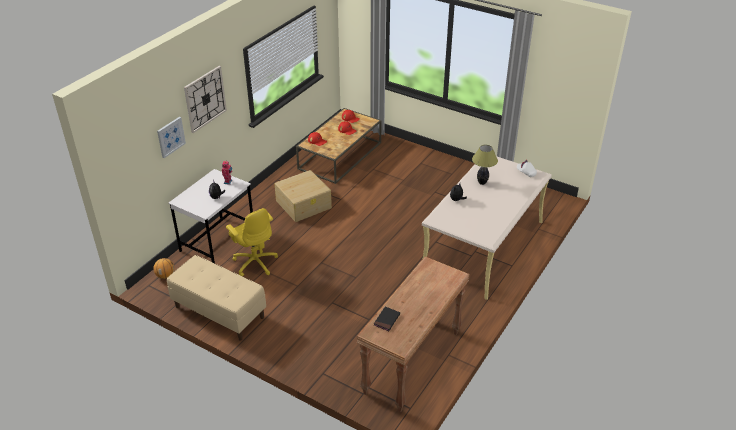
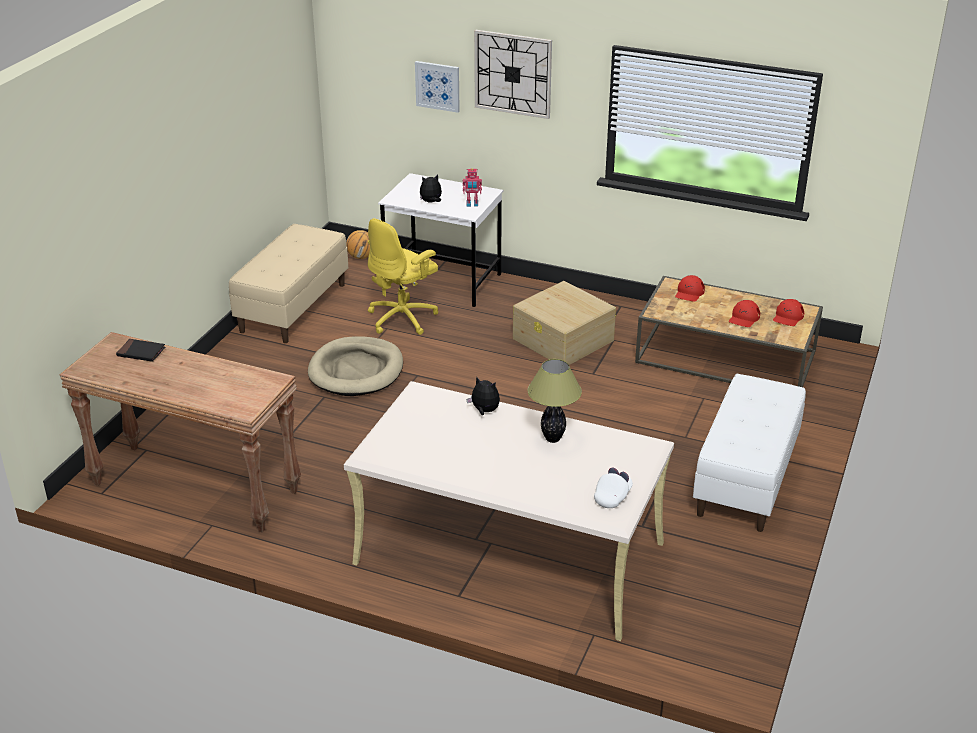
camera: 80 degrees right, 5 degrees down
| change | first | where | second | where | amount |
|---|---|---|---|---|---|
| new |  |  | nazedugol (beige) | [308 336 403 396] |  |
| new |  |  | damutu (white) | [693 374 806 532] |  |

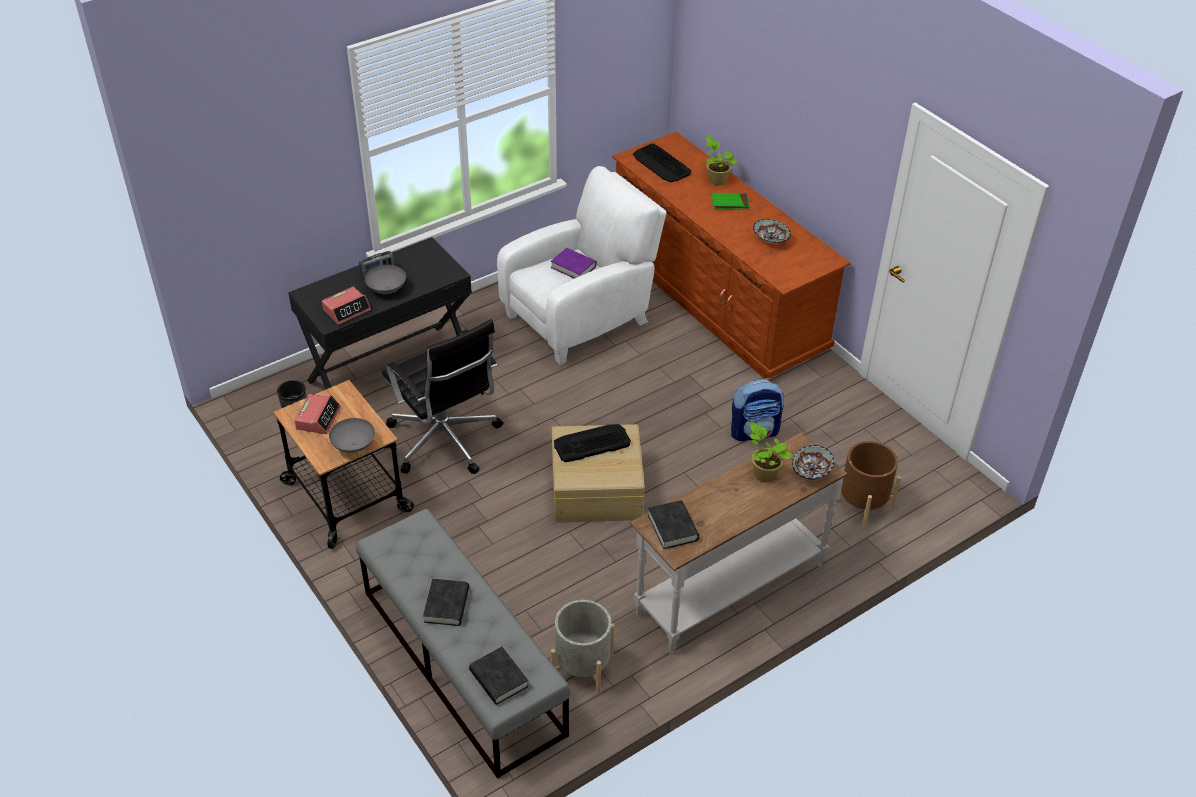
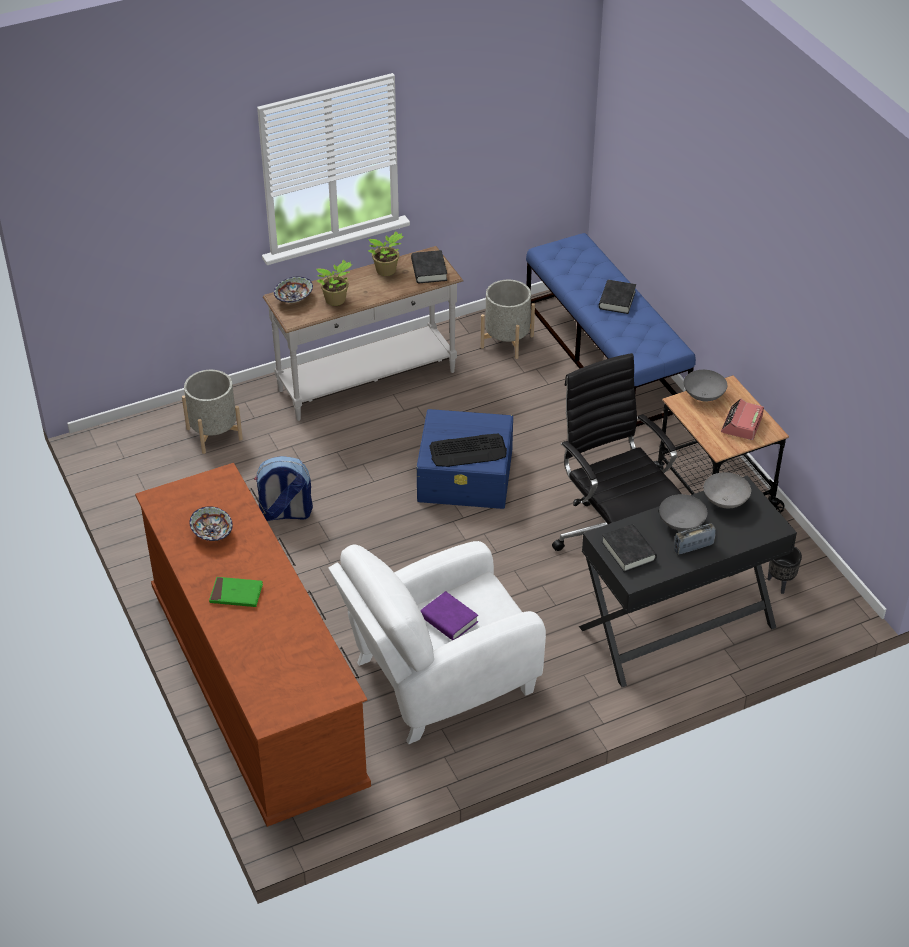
camera: 170 degrees left, 0 degrees up
| change | first | where | second | where | amount |
|---|---|---|---|---|---|
| repainted | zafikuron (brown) | [840 441 901 528] | zafikuron (grey) | [182 370 243 454] |  |
| shifted | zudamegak | [705 135 738 186] |  | [368 231 404 276] |  |
| repainted | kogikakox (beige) | [552 424 645 523] | kogikakox (blue) | [416 409 513 509] |  |
| repainted | damutu (grey) | [356 509 571 779] | damutu (blue) | [526 233 696 427] |  |
| shifted | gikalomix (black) | [469 647 528 705] |  | [602 524 657 572] |  |
| swapped | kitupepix | [322 286 371 325] | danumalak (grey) | [703 472 751 508] |  |
| gone | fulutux | [633 144 691 182] |  |  |  |

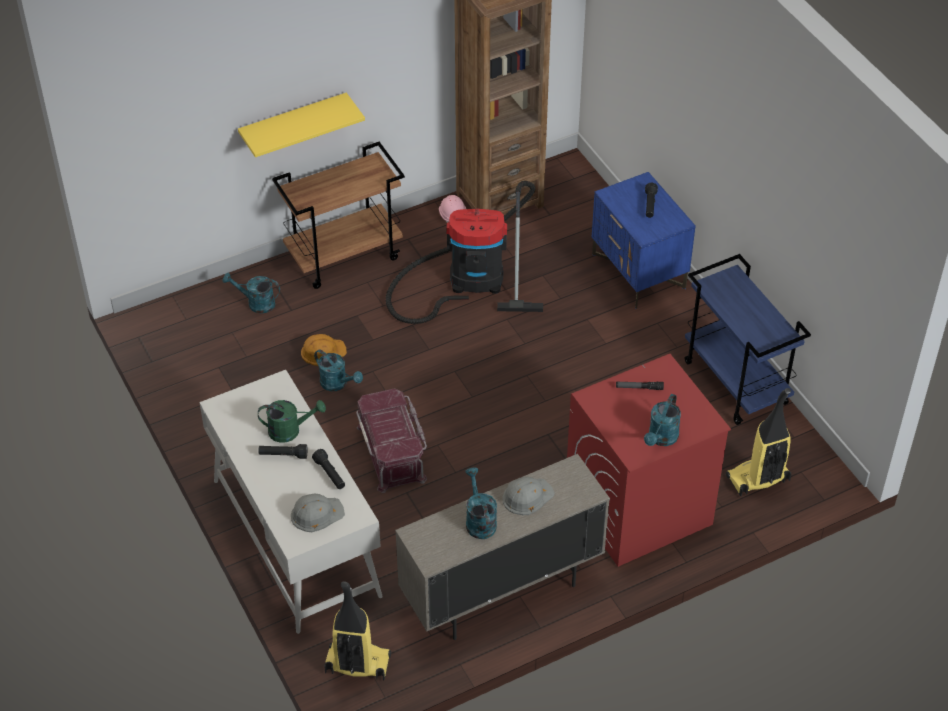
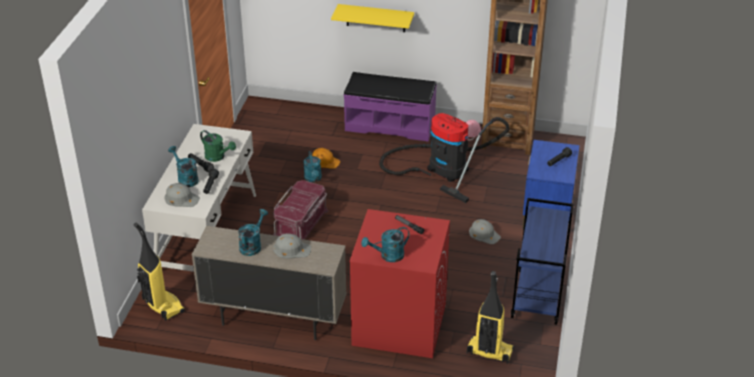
camera: 40 degrees right, 10 degrees down
| change | first | where | second | where | amount |
|---|---|---|---|---|---|
| shifted | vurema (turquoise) | [222 272 280 313] |  | [168 146 199 187] |  |
| swapped | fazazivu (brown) | [272 142 405 289] | damutu (purple) | [344 72 437 142] |  |
| new |  |  | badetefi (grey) | [469 219 501 244] |  |

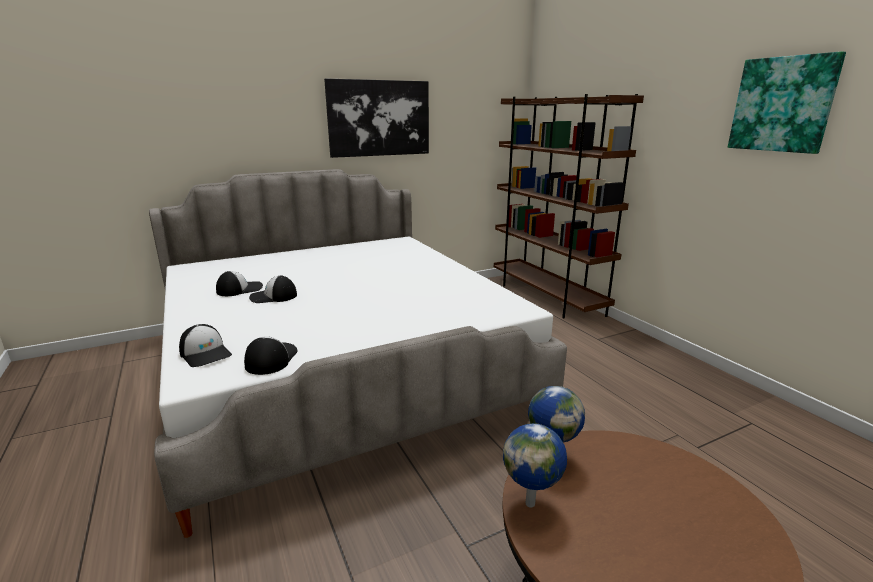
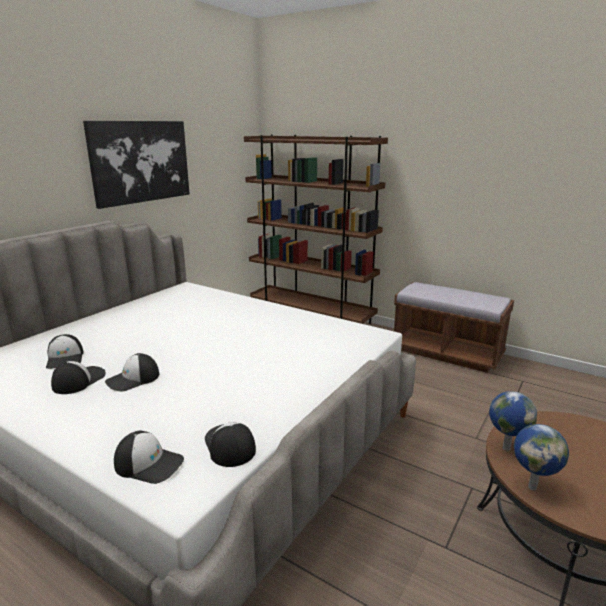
camera: 30 degrees left, 0 degrees up
| change | first | where | second | where | amount |
|---|---|---|---|---|---|
| new |  |  | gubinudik | [46 334 84 369] |  |
| new |  |  | damutu (brown) | [394 282 514 373] |  |
| gone | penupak | [728 51 846 154] |  |  |  |

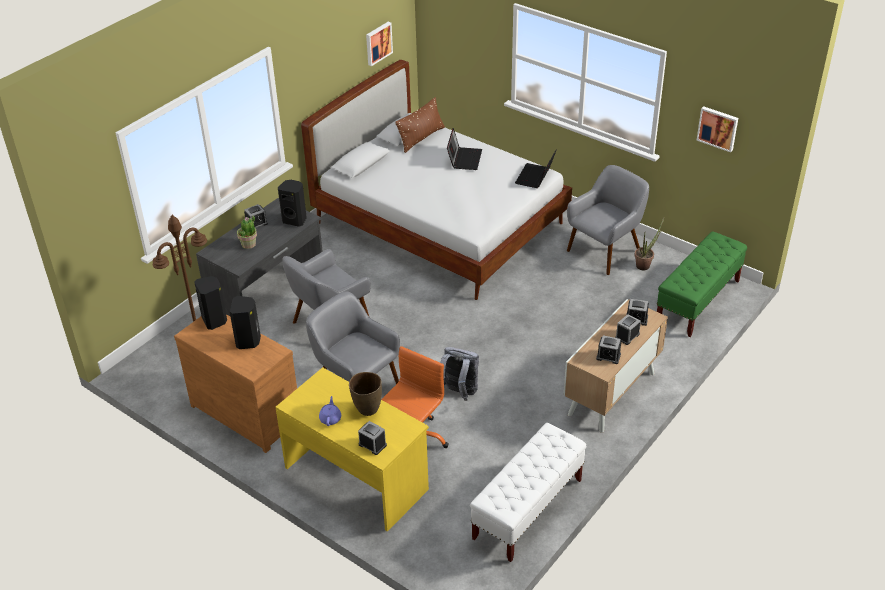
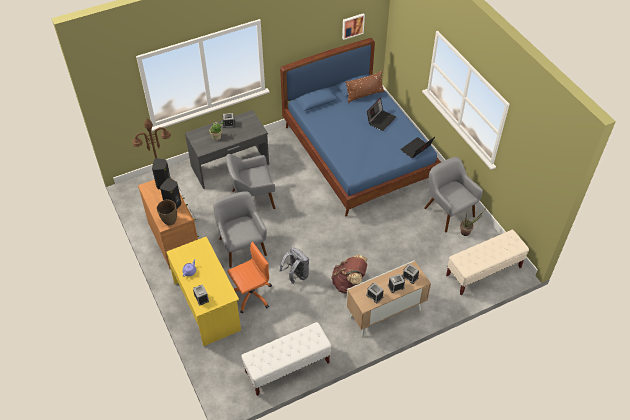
camera: 25 degrees right, 10 degrees up
| change | first | where | second | where | amount |
|---|---|---|---|---|---|
| shifted | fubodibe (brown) | [349 372 382 416] |  | [156 200 177 225] |  |
| repainted | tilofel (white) | [301 60 572 300] | tilofel (blue) | [280 38 441 217] |  |
| new |  |  | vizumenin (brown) | [331 255 367 293] |  |
| rotated | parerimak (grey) | [567 165 649 275] |  | [424 157 483 232] | 105 degrees counterclockwise |
| repainted | damutu (green) | [657 231 747 337] | damutu (beige) | [446 230 529 295] |  |
| gone | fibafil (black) | [278 180 307 227] |  |  |  |
| gone | penupak | [697 106 738 153] |  |  |  |

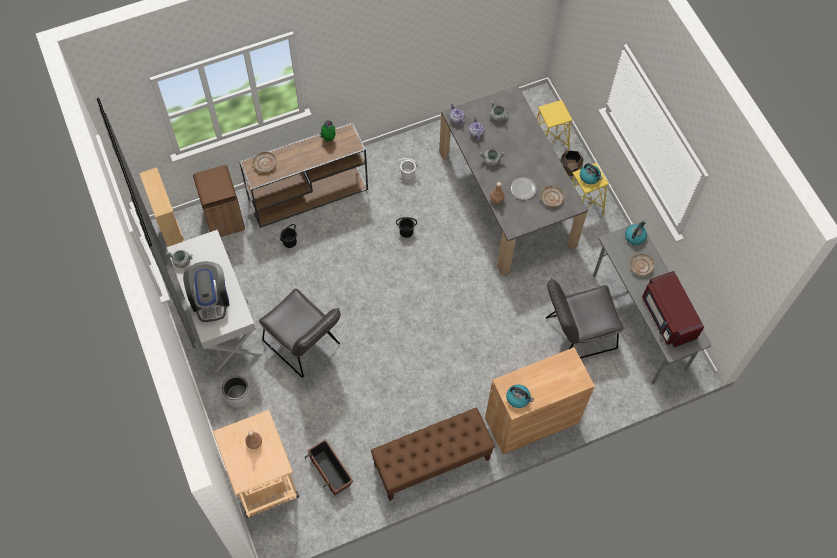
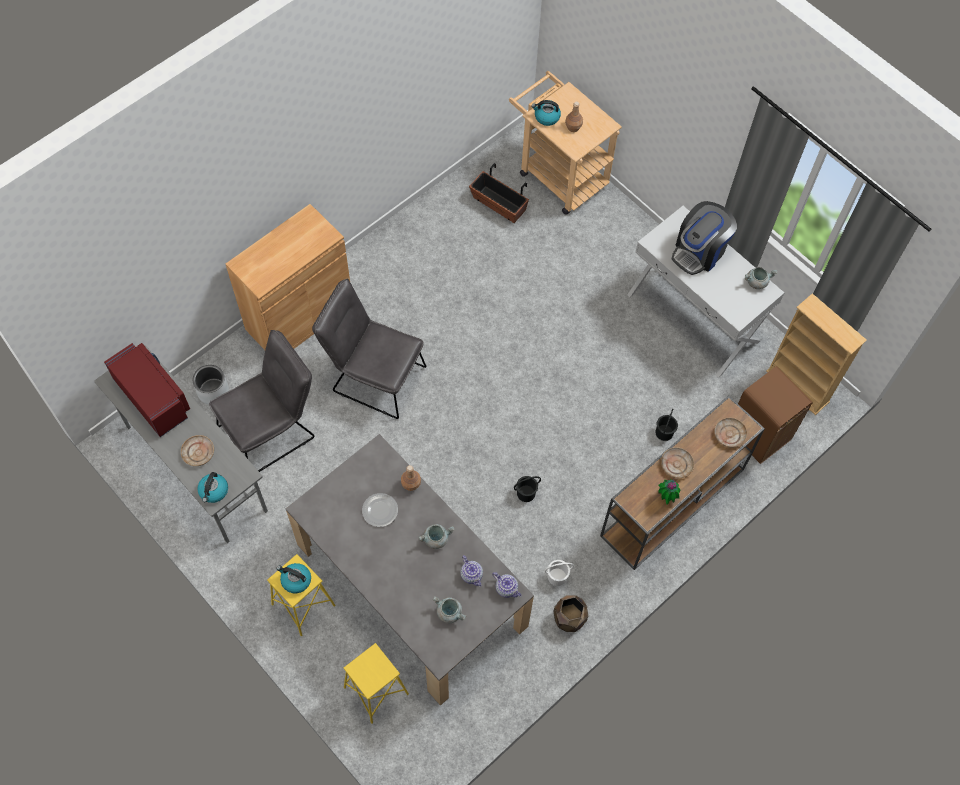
camera: 160 degrees right, 0 degrees up
| change | first | where | second | where | amount |
|---|---|---|---|---|---|
| shifted | zafikuron (grey) | [222 376 251 408] |  | [193 365 229 405] |  |
| shifted | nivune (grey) | [259 289 341 378] |  | [312 279 426 419] |  |
| shifted | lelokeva | [506 384 534 408] |  | [531 100 561 126] |  |
| shifted | zafikuron (brown) | [561 150 584 176] |  | [553 595 588 632] |  |
| shifted | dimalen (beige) | [540 186 564 207] |  | [661 447 694 478] |  |
| rotated | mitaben | [183 261 229 322] |  | [672 201 737 275] | 105 degrees counterclockwise |
| gone | damutu (brown) | [371 407 495 501] |  |  |  |

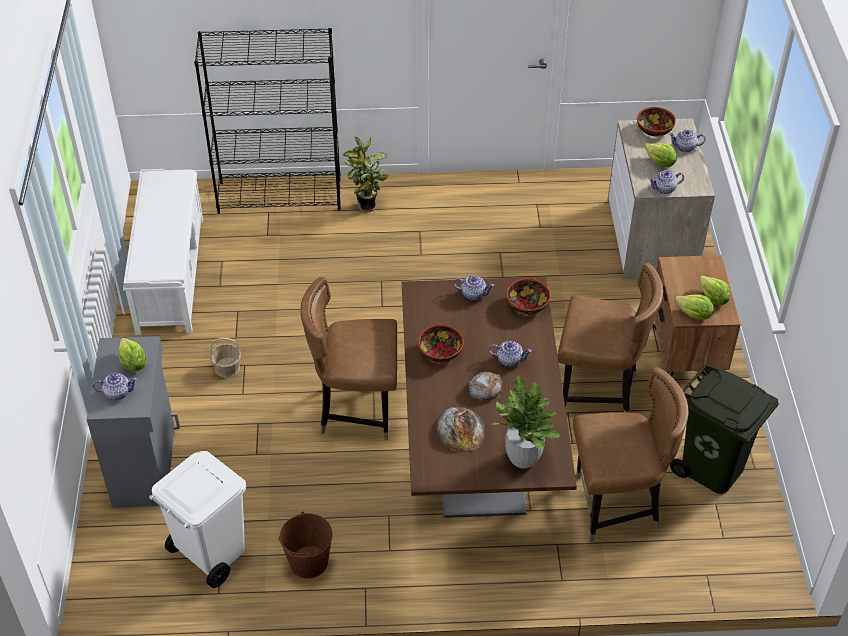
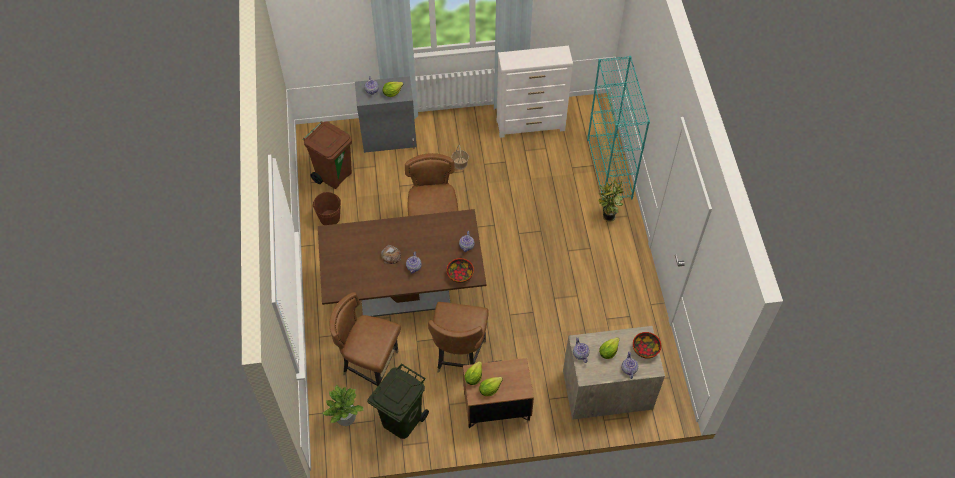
camera: 85 degrees right, 10 degrees up
| change | first | where | second | where | amount |
|---|---|---|---|---|---|
| repainted | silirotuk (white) | [149 451 246 588] | silirotuk (brown) | [303 121 352 189] |  |
| shifted | zudamegak | [489 375 560 469] |  | [323 385 364 426] |  |
| rotated | nivune (brown) | [573 367 689 542] |  | [330 292 401 387] | 120 degrees clockwise |
| swapped | damutu (white) | [123 169 203 335] | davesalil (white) | [497 46 573 138] |  |
| repainted | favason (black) | [194 28 341 214] | favason (turquoise) | [587 56 650 200] |  |
| gone | danumalak | [418 325 464 362] |  |  |  |
| gone | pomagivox | [437 407 485 452] |  |  |  |

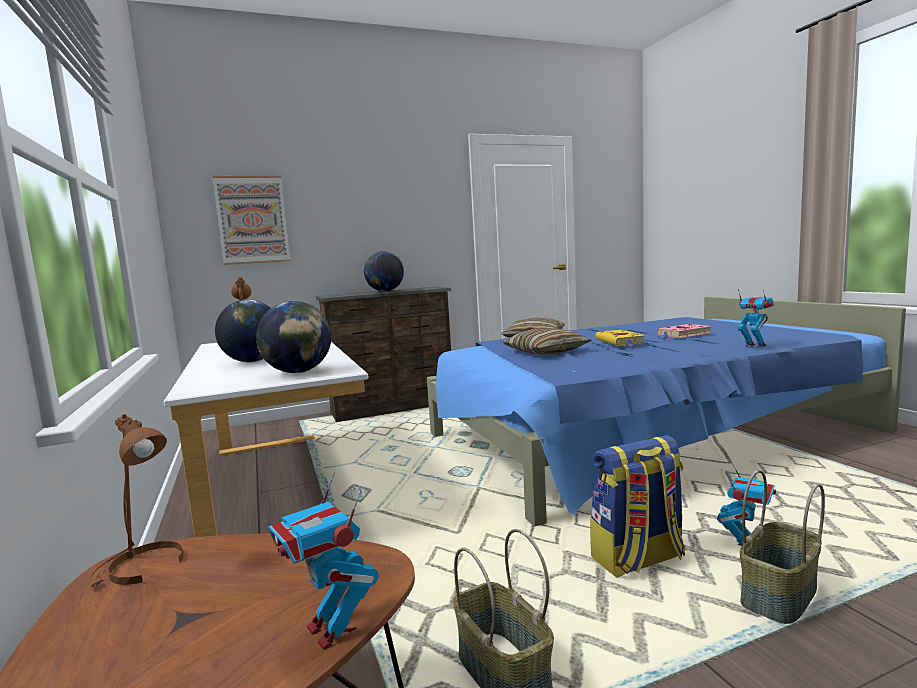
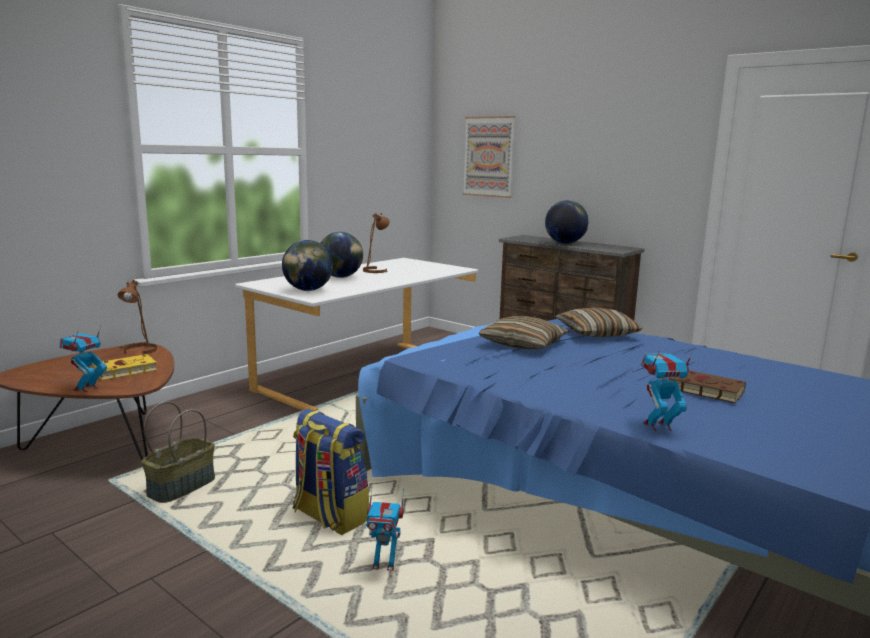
camera: 60 degrees right, 5 degrees up
| change | first | where | second | where | amount |
|---|---|---|---|---|---|
| shifted | gikalomix (yellow) | [596 330 645 347] |  | [92 354 157 380] |  |
| rotated | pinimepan | [738 289 774 348] |  | [641 350 694 431] | 120 degrees counterclockwise |
| repainted | gikalomix (pink) | [657 324 712 338] | gikalomix (brown) | [668 370 746 403] |  |
| gone | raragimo | [740 470 825 624] |  |  |  |

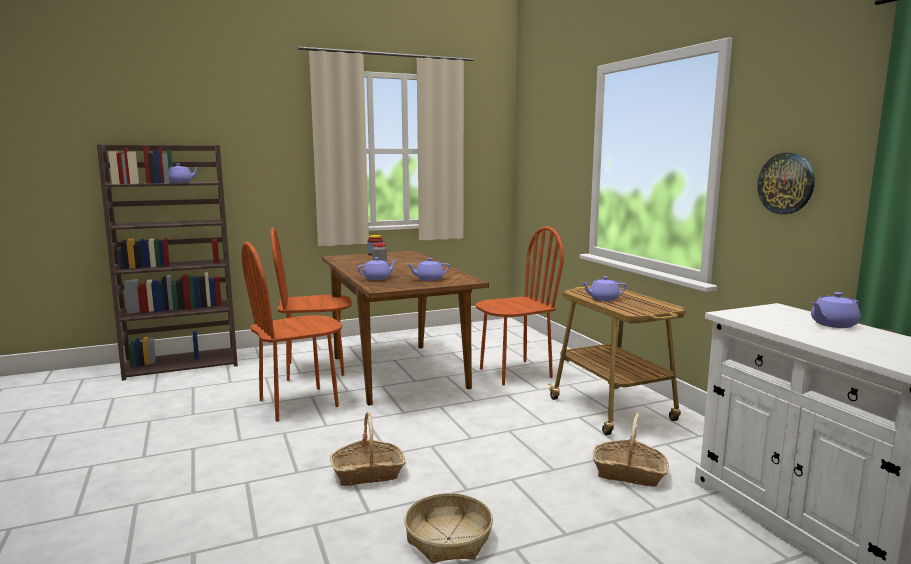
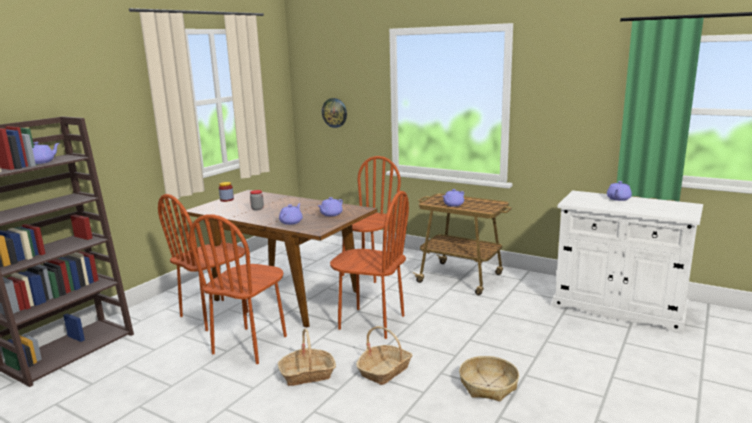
camera: 35 degrees left, 5 degrees up
| change | first | where | second | where | amount |
|---|---|---|---|---|---|
| shifted | raragimo | [593 413 669 487] |  | [278 329 336 386] |  |
| shifted | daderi | [757 153 815 215] |  | [322 98 347 128] |  |
| new |  |  | nivune (brown) | [330 191 409 339] |  |

